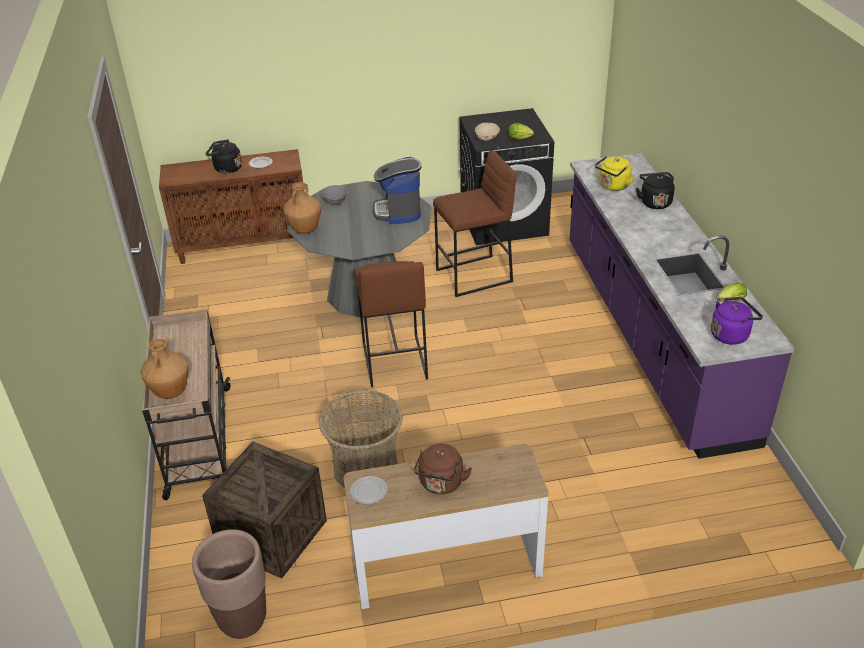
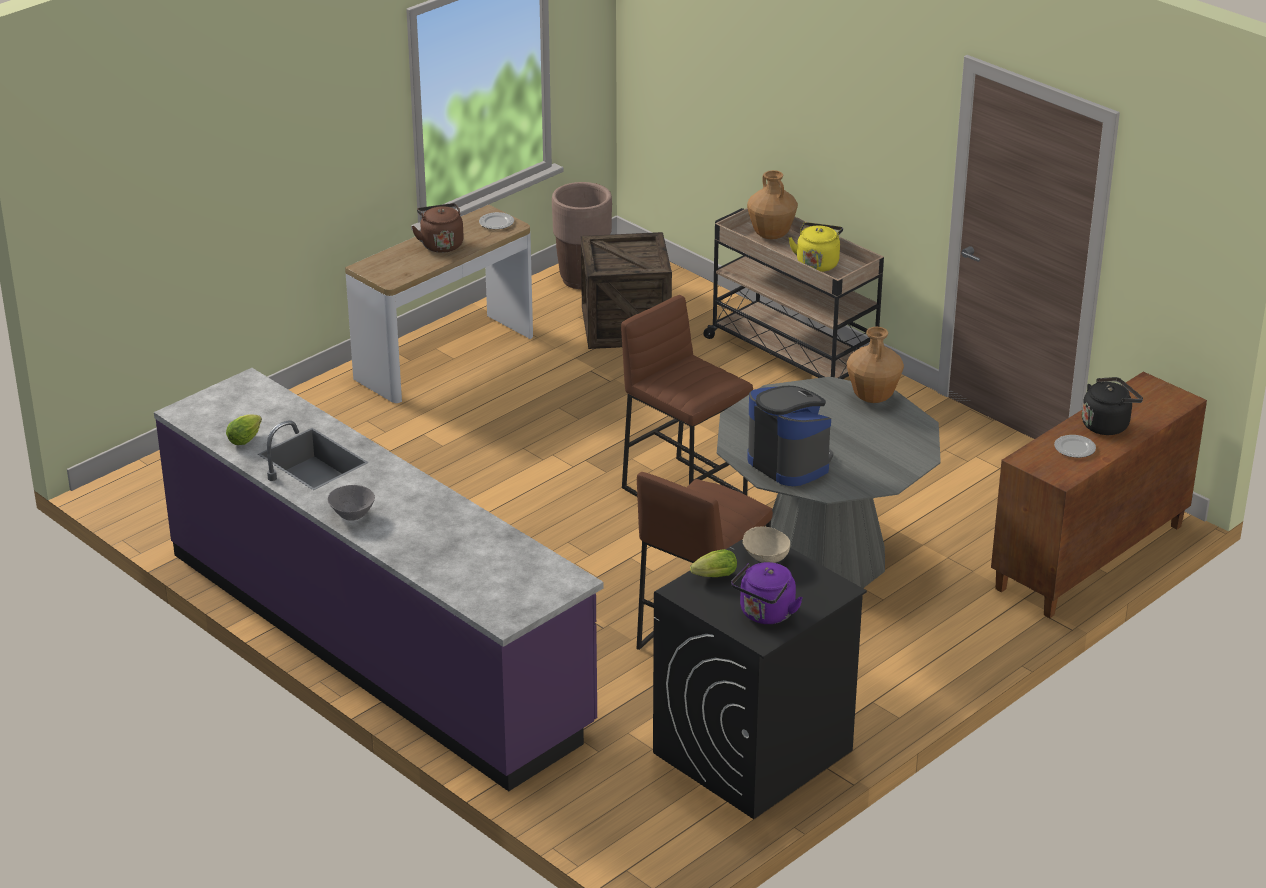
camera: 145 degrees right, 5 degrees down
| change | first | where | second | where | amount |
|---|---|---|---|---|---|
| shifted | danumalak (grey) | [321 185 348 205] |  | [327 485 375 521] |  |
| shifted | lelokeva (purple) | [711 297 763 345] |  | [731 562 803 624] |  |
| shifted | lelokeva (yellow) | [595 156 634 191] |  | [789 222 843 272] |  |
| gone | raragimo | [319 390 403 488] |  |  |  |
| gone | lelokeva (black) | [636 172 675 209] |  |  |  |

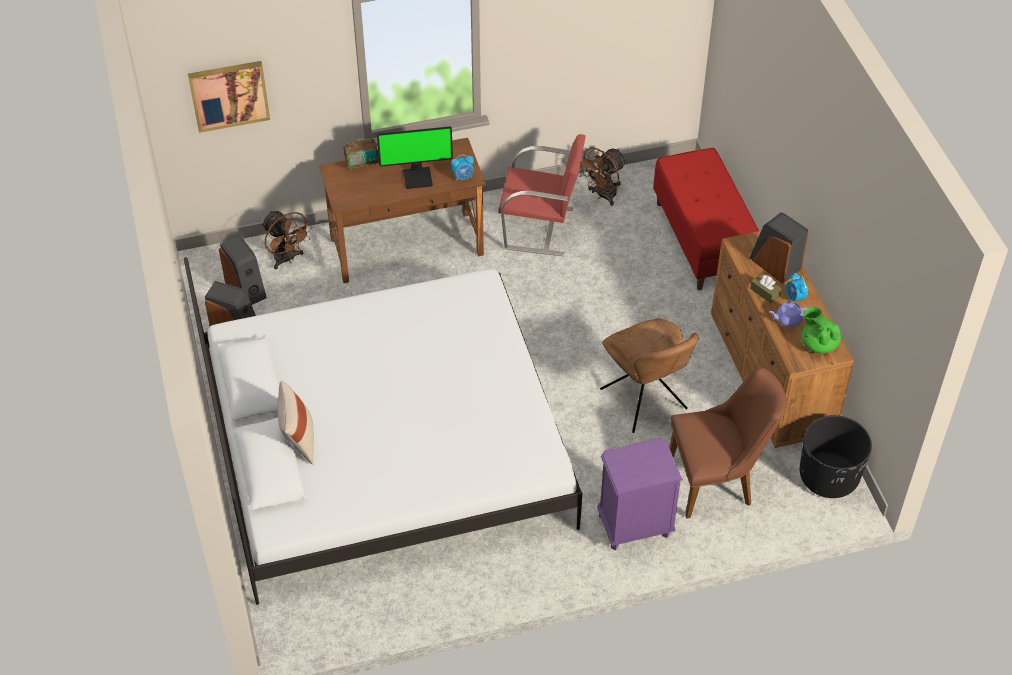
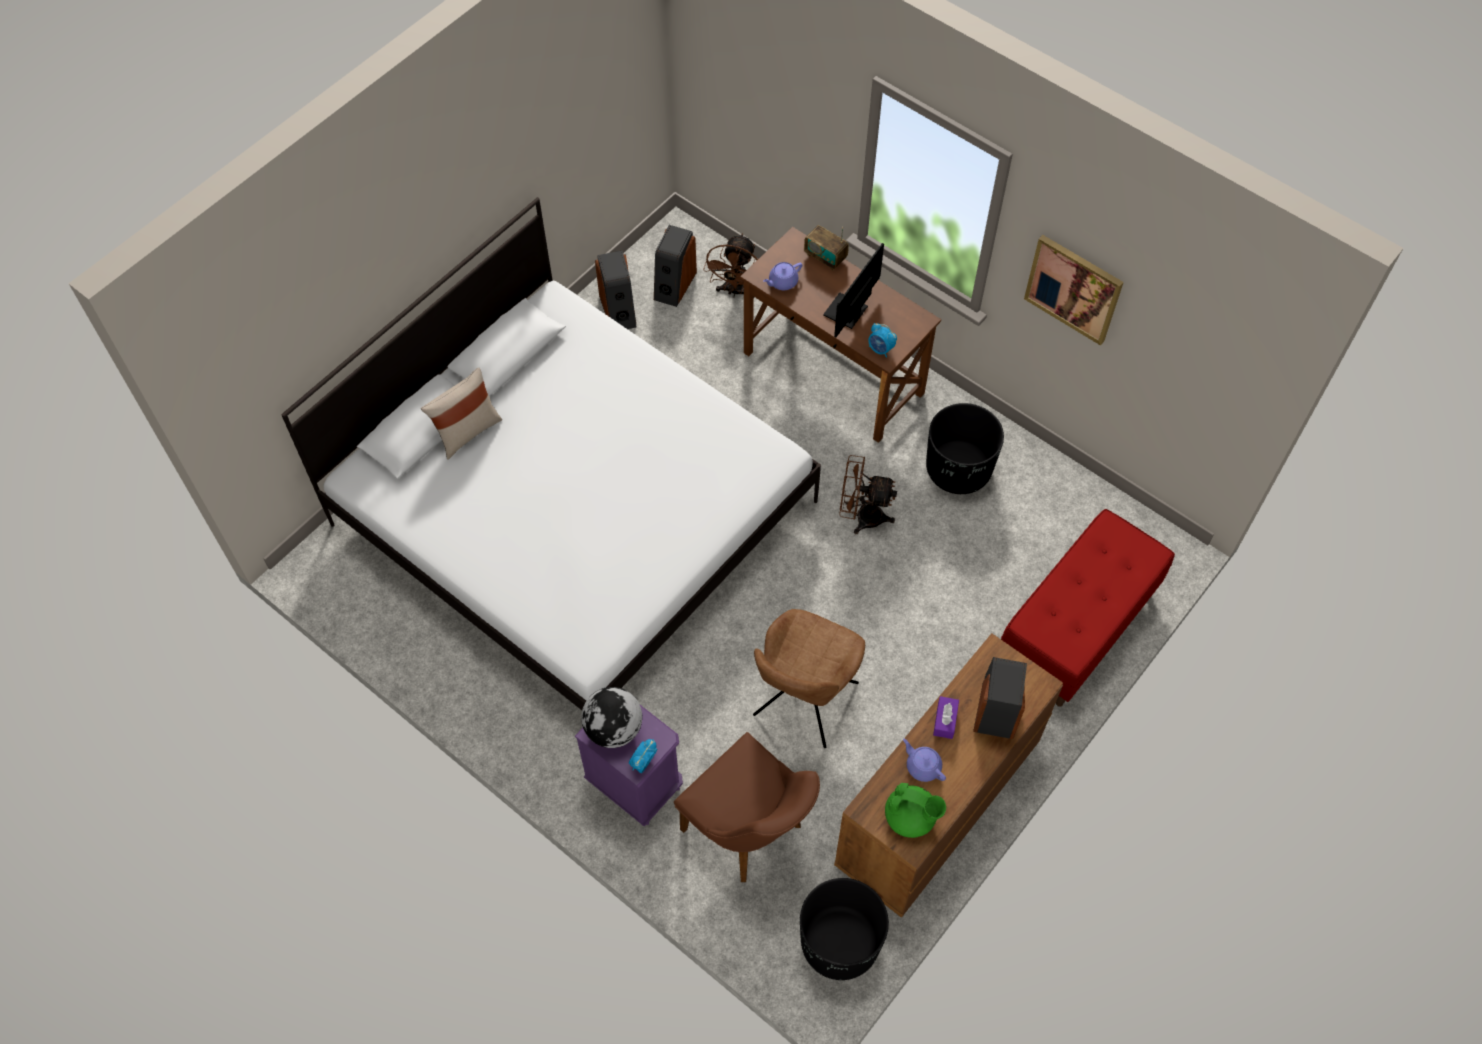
camera: 55 degrees right, 10 degrees up
| change | first | where | second | where | amount |
|---|---|---|---|---|---|
| new |  |  | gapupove | [581 687 642 748] |  |
| shifted | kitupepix | [786 273 808 303] |  | [629 739 657 773] |  |
| new |  |  | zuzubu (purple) | [763 262 802 290] |  |
| rotated | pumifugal | [377 126 453 189] |  | [823 243 884 337] | 75 degrees clockwise |
| shifted | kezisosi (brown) | [580 147 627 206] |  | [839 455 897 534] |  |
| rotated | zuzubu (green) | [801 307 841 353] |  | [885 783 946 838] | 90 degrees clockwise |
| swapped | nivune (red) | [498 134 586 256] | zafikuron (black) | [926 403 1004 494] |  |
| repainted | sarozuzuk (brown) | [750 274 782 303] | sarozuzuk (purple) | [933 696 959 739] |  |
| shifted | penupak | [188 61 270 133] |  | [1024 235 1124 346] |  |

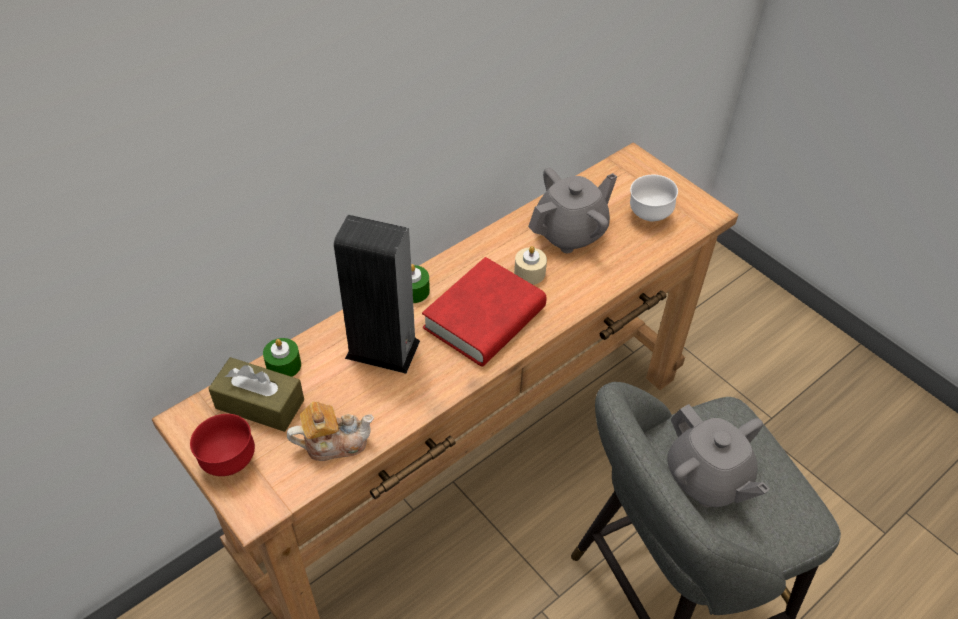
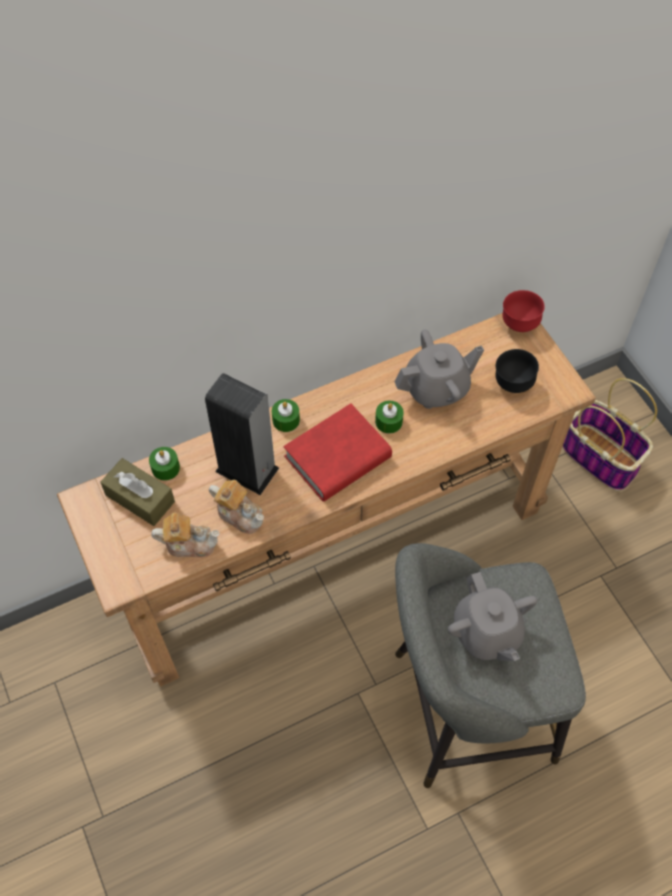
camera: 15 degrees right, 10 degrees up
| change | first | where | second | where | amount |
|---|---|---|---|---|---|
| new |  |  | zuzubu | [209 480 264 534] |  |
| repainted | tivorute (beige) | [514 246 547 285] | tivorute (green) | [375 401 404 434] |  |
| repainted | danumalak (white) | [630 175 678 222] | danumalak (black) | [496 349 539 393] |  |
| shifted | danumalak (red) | [190 414 255 476] |  | [503 290 545 332] |  |
| new |  |  | raragimo | [562 378 657 491] |  |

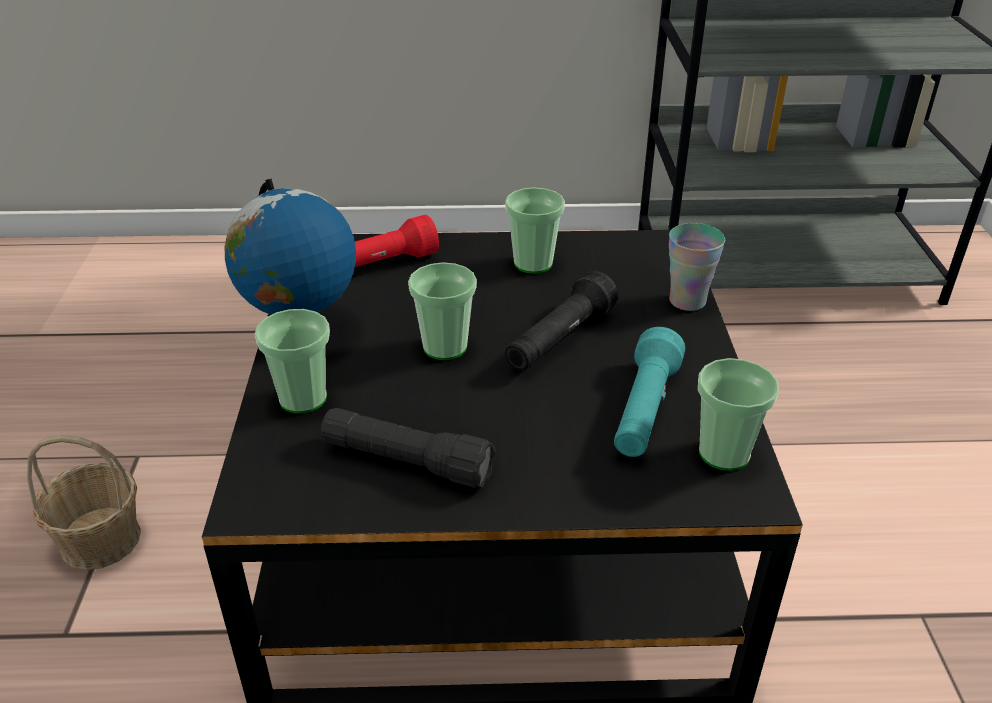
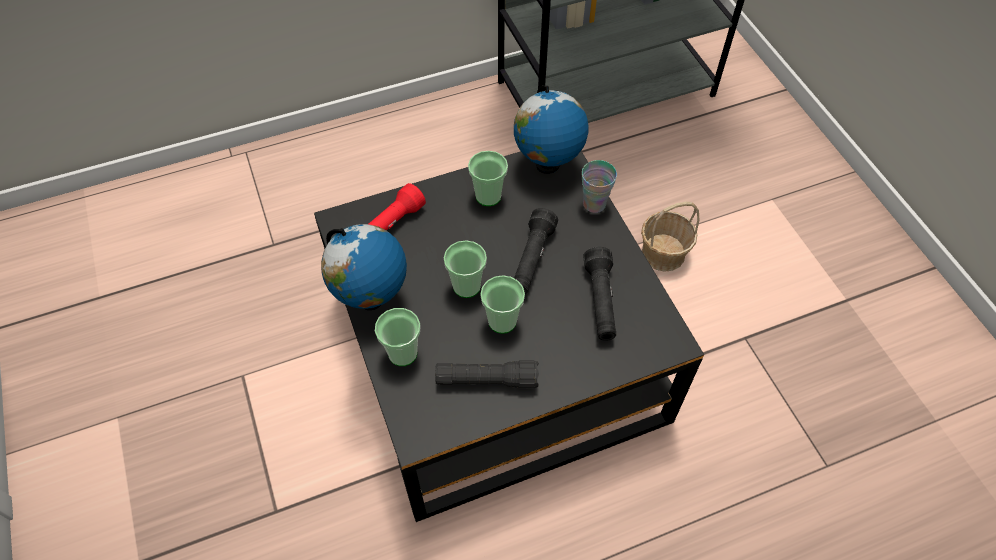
camera: 20 degrees left, 20 degrees up
| change | first | where | second | where | amount |
|---|---|---|---|---|---|
| shifted | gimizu | [698 358 779 471] |  | [480 275 525 334] |  |
| new |  |  | gapupove | [514 85 589 174] |  |
| repainted | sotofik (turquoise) | [614 327 685 457] | sotofik (black) | [583 247 616 341] |  |
| shifted | raragimo | [27 435 141 570] |  | [641 202 699 272] |  |

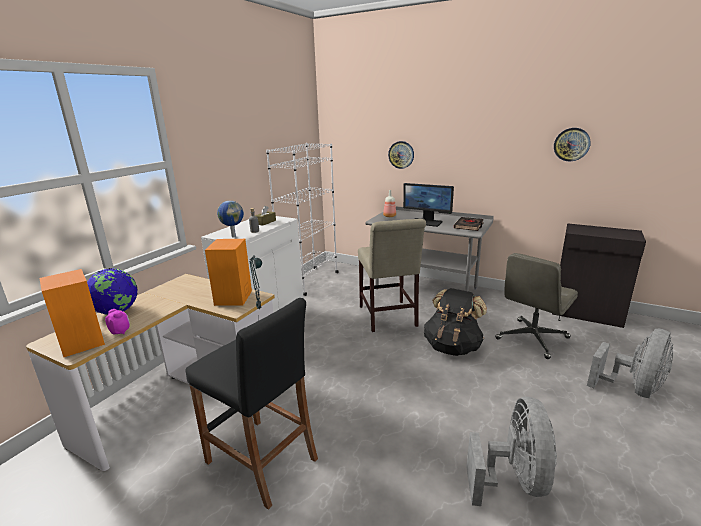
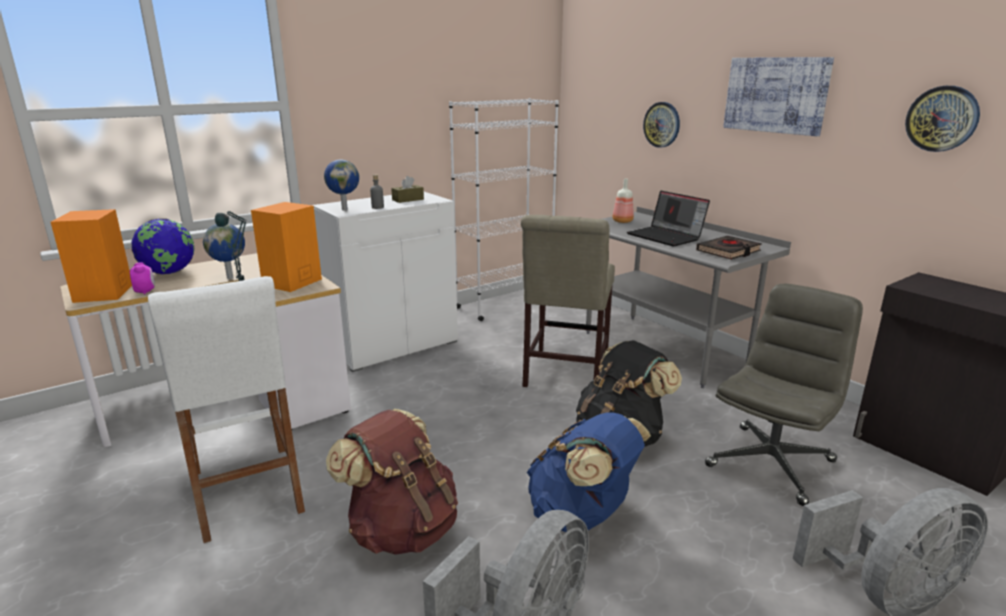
camera: 25 degrees right, 0 degrees up
| change | first | where | second | where | amount |
|---|---|---|---|---|---|
| repainted | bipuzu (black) | [186 298 318 510] | bipuzu (white) | [148 276 305 543] |  |
| new |  |  | gapupove | [203 224 245 279] |  |
| new |  |  | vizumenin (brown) | [326 409 458 555] |  |
| new |  |  | vizumenin (blue) | [527 413 651 532] |  |
| swapped | pumifugal | [403 183 454 227] | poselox | [627 191 710 246] |  |
| rotated | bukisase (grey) | [496 253 578 359] |  | [705 284 863 506] | 150 degrees clockwise |
| new |  |  | penupak | [723 57 834 136] |  |

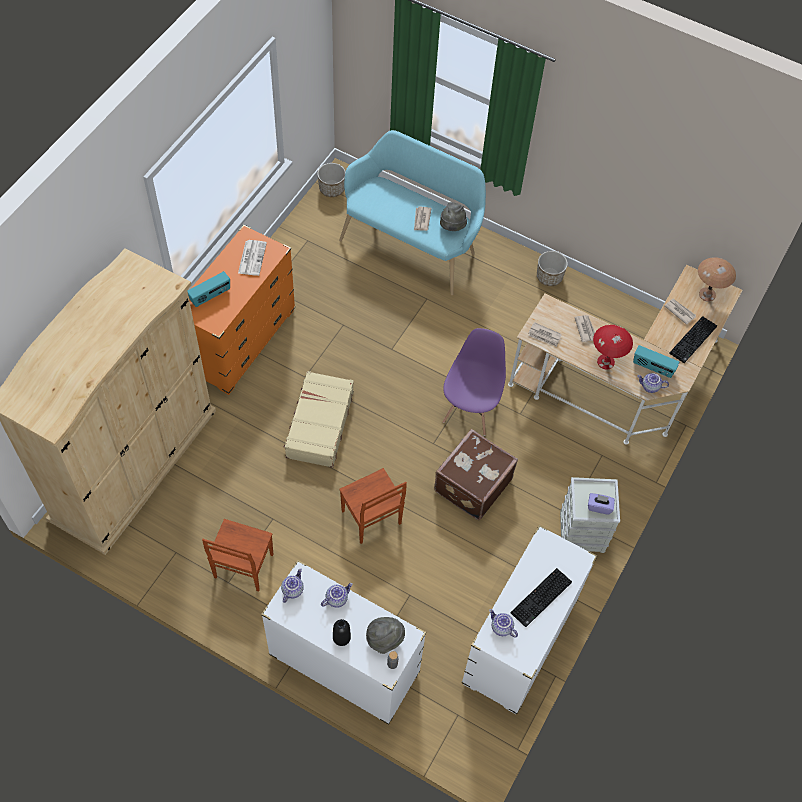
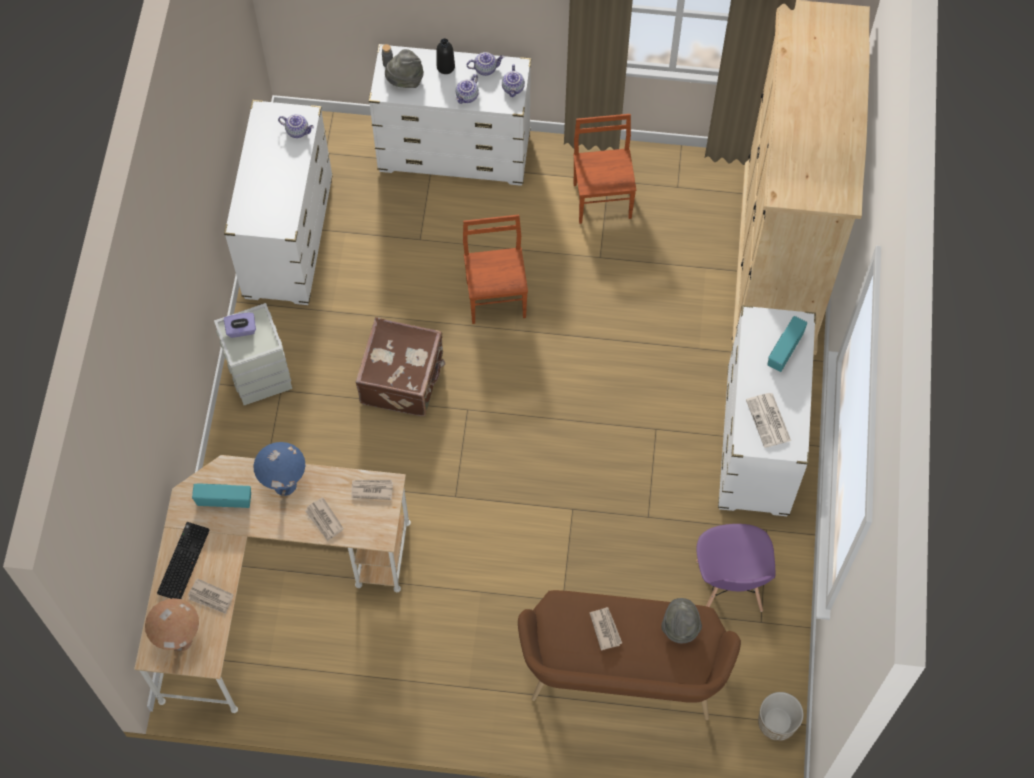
camera: 160 degrees right, 5 degrees up
| change | first | where | second | where | amount |
|---|---|---|---|---|---|
| repainted | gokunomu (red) | [593 325 633 370] | gokunomu (blue) | [253 442 305 496] |  |
| rotated | nivune (brown) | [339 468 407 544] |  | [463 215 528 324] | 45 degrees clockwise |
| shifted | zuzubu | [637 373 669 393] |  | [467 52 504 76] |  |
| repainted | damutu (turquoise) | [339 130 486 295] | damutu (brown) | [518 590 741 720] |  |
| shifted | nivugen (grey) | [440 202 467 231] |  | [661 598 702 643] |  |
| shifted | nivune (purple) | [443 328 506 436] |  | [696 524 776 612] |  |
| repainted | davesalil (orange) | [189 225 295 395] | davesalil (white) | [718 305 816 516] |  |
| gone | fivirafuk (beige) | [283 371 354 468] |  |  |  |
| gone | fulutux | [511 568 572 627] |  |  |  |
| gone | zafikuron | [537 251 568 286] |  |  |  |

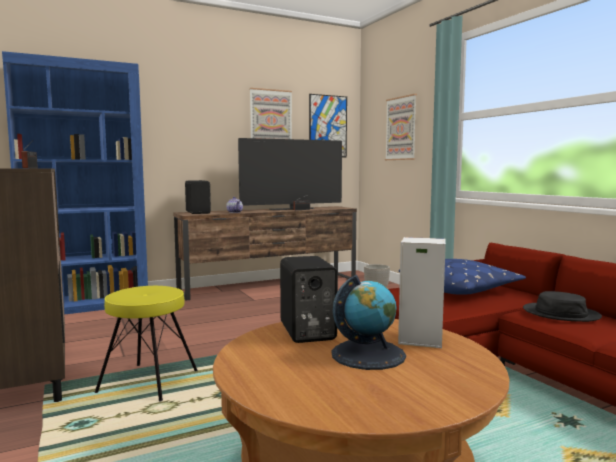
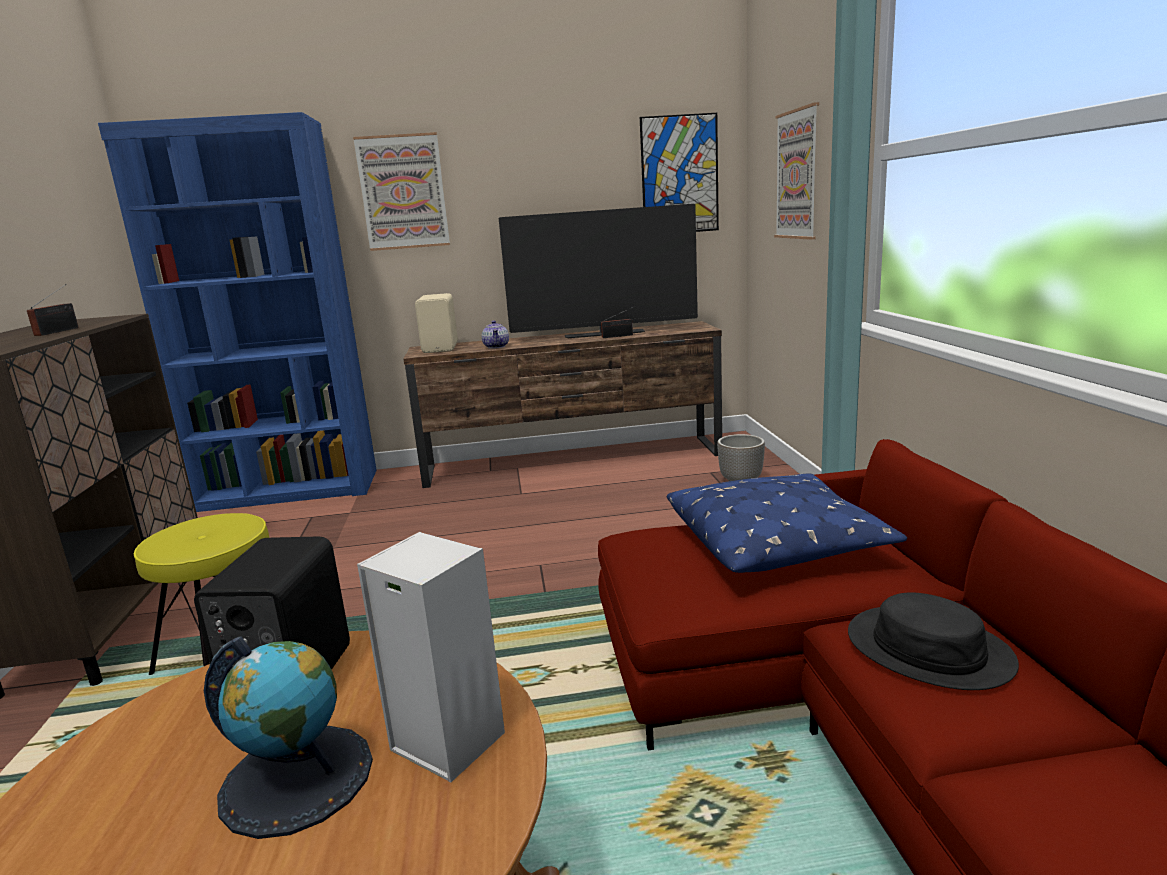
camera: 20 degrees right, 10 degrees up
| change | first | where | second | where | amount |
|---|---|---|---|---|---|
| shifted | penupak | [250 88 292 139] |  | [353 132 450 251] |  |
| repainted | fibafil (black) | [185 180 211 214] | fibafil (beige) | [415 293 458 353] |  |

